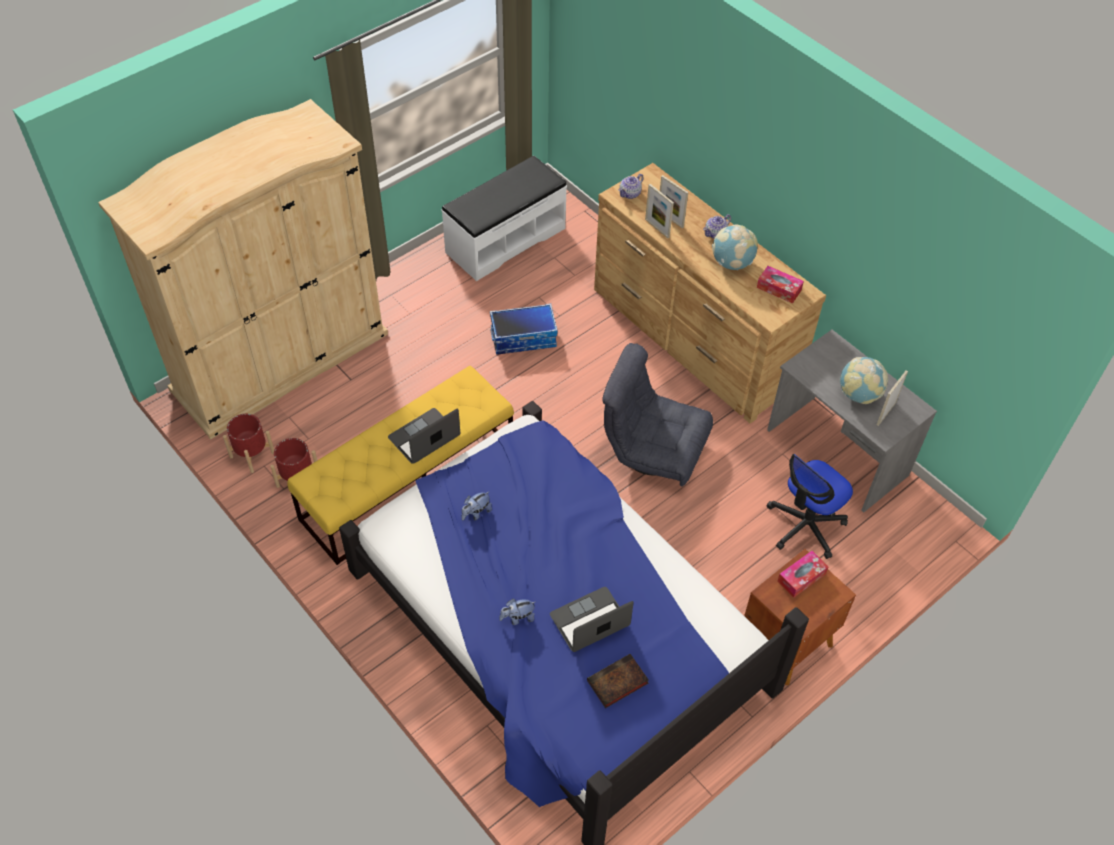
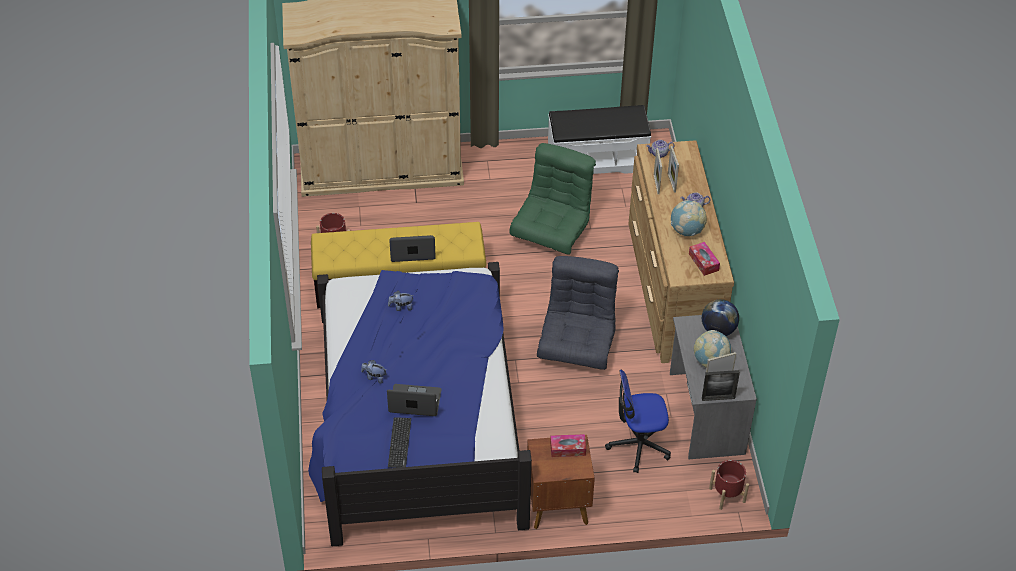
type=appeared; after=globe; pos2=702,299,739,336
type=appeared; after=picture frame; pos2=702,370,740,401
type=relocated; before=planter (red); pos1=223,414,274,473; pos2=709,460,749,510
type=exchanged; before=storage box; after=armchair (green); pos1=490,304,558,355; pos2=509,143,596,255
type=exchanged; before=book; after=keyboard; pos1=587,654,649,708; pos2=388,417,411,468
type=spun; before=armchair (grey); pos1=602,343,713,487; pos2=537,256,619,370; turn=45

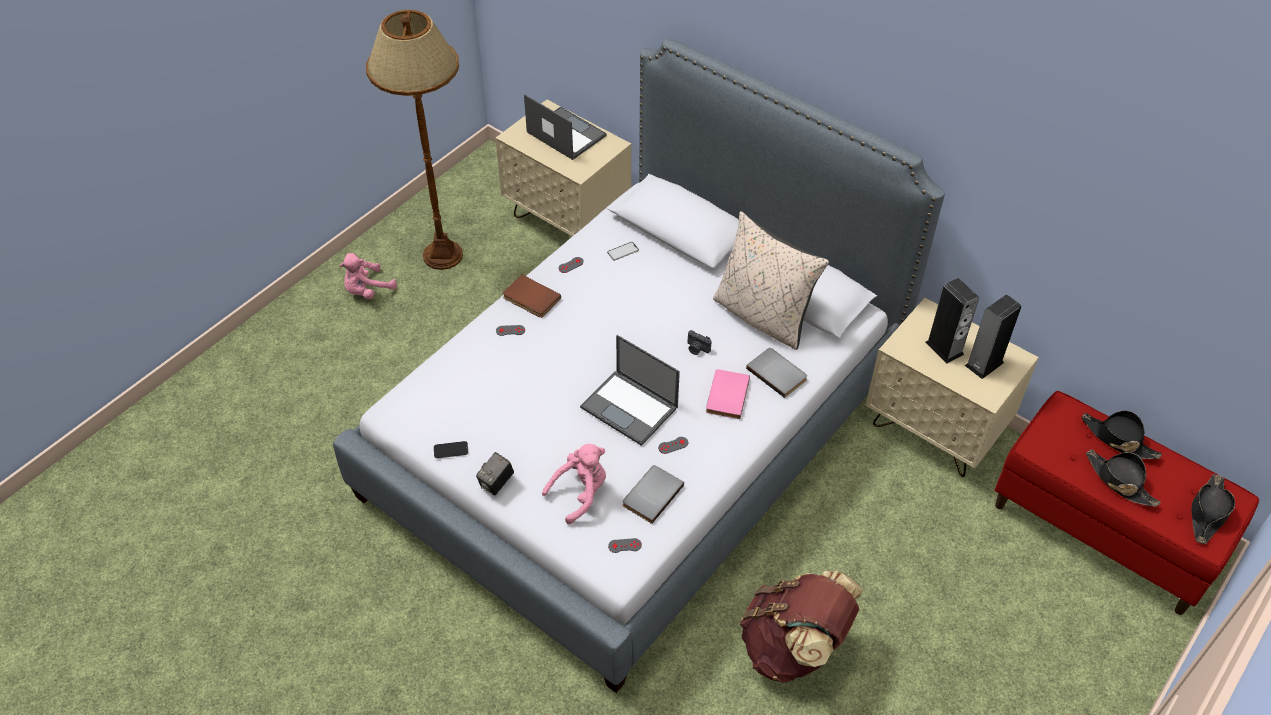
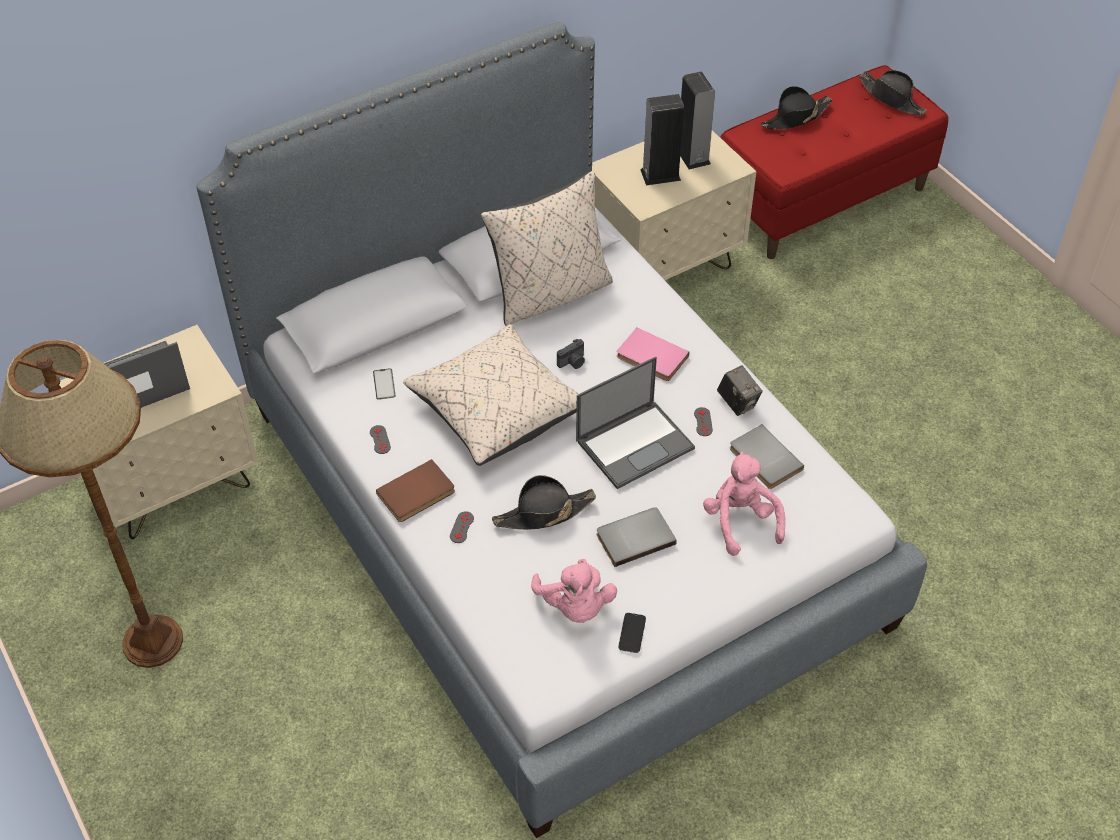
type=missing; before=game controller (grey); pos1=608,538,642,553
type=missing; before=backpack (brown); pos1=740,570,863,683
type=appeared; after=pillow (beige); pos2=403,324,579,466
type=relocated; before=plush toy (pink); pos1=339,253,397,299; pos2=531,559,617,623
type=relocated; before=photo camera; pos1=476,452,514,495; pos2=717,365,763,416
type=relocated; before=book (grey); pos1=746,348,807,398; pos2=597,507,677,567
type=relocated; before=hat (black); pos1=1086,449,1161,507; pos2=492,475,596,530

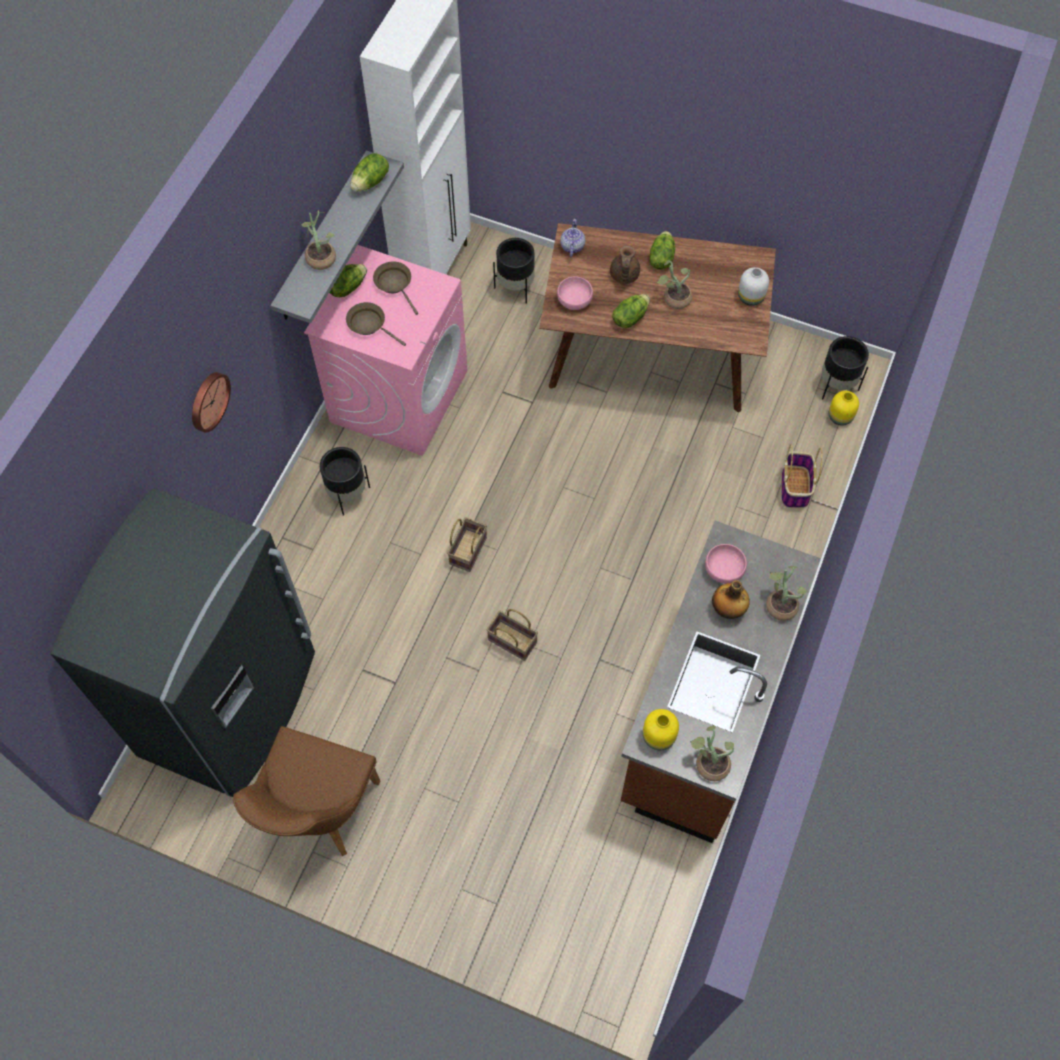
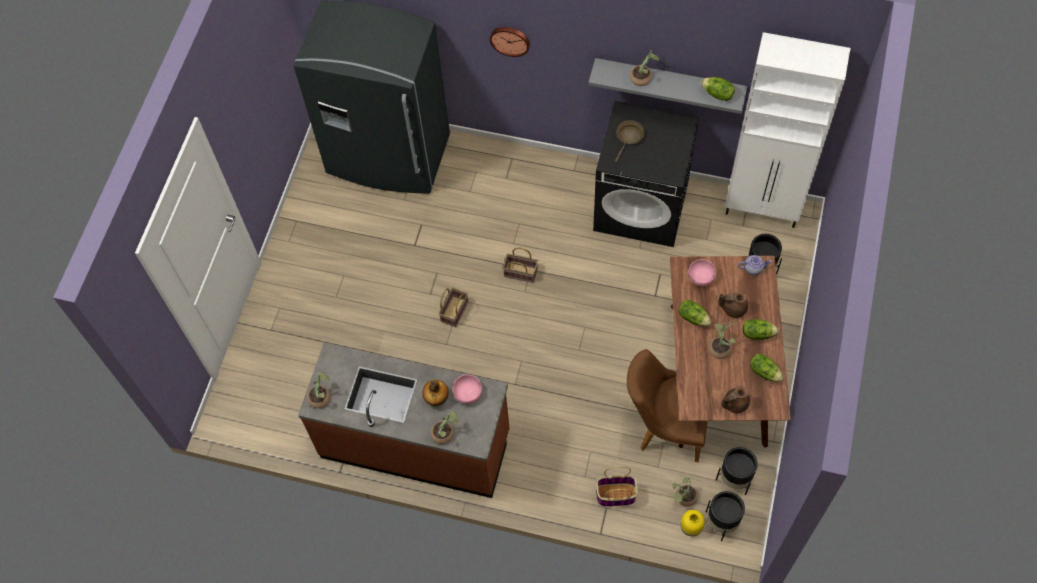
type=missing; before=frying pan (brown); pos1=373,261,418,315
type=missing; before=vase (yellow); pos1=643,709,679,750
type=appeared; after=potted plant; pos2=673,477,698,507
type=relocated; before=chair (brown); pos1=233,726,380,856; pos2=627,349,708,462
type=relocated; before=planter (black); pos1=320,447,370,515; pos2=716,447,758,495
type=relocated; before=lettuce; pos1=329,264,367,297; pos2=750,354,783,382
type=exchanged; before=vase (white); after=teapot (brown); pos1=738,267,769,306; pos2=721,386,750,414
type=colour; before=washing machine (pink); after=washing machine (black); pos1=304,245,468,456; pos2=593,101,699,247

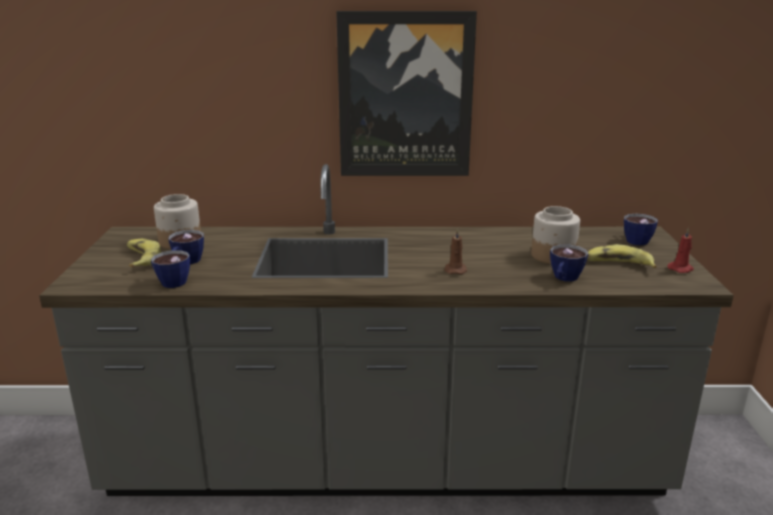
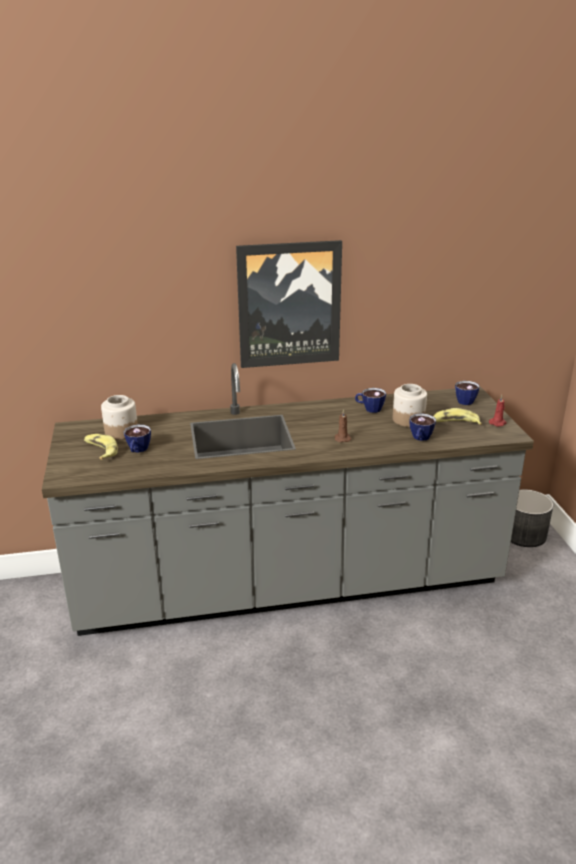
type=appeared; after=planter (grey); pos2=511,489,553,547
type=relocated; before=cup; pos1=151,250,190,288; pos2=355,388,386,413

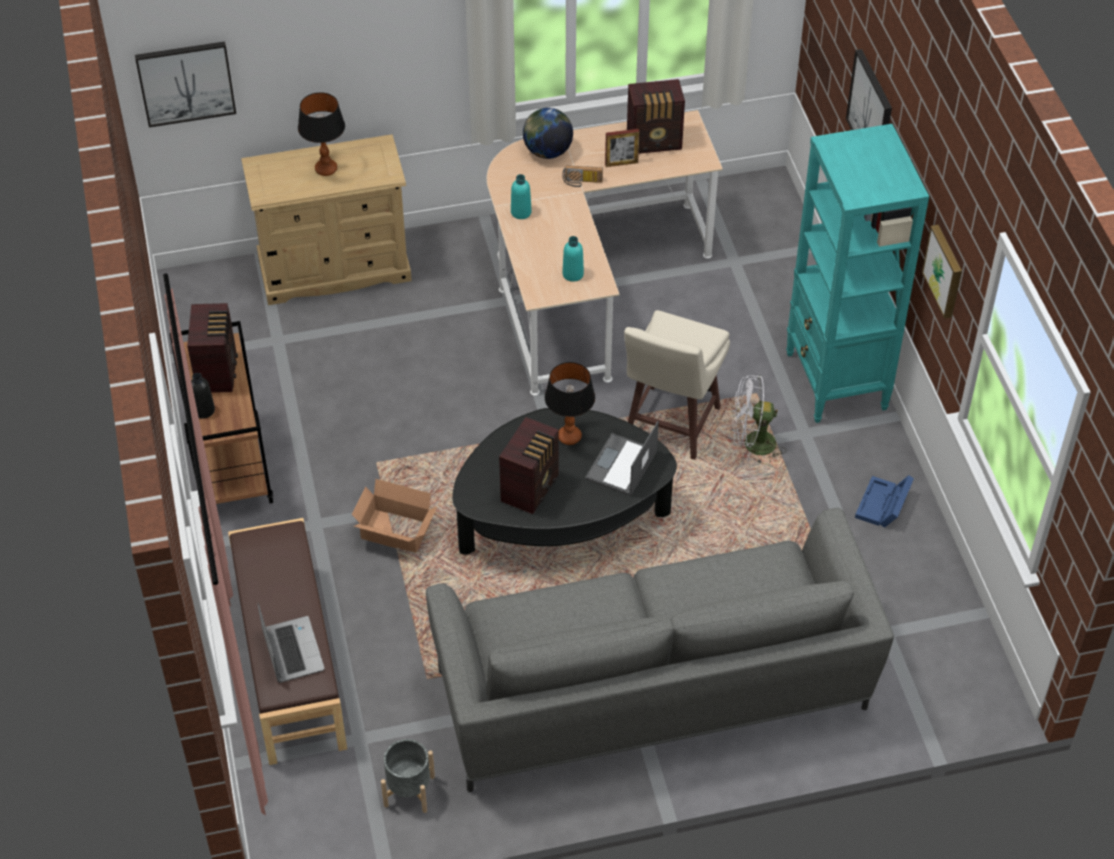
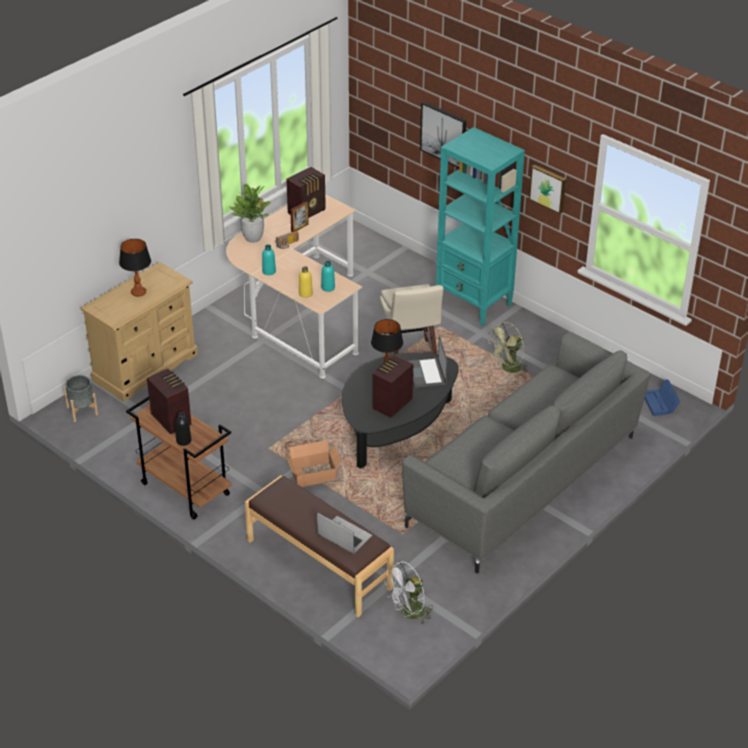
type=missing; before=picture; pos1=135,41,236,128
type=appeared; after=bottle (yellow); pos2=299,266,313,298
type=appeared; after=fan (green); pos2=488,322,528,376
type=relocated; before=planter (grey); pos1=381,739,435,813; pos2=63,375,98,422
type=relocated; before=fan (white); pos1=732,375,786,463; pos2=384,561,432,625
type=relocated; before=storage box (blue); pos1=855,475,914,528; pos2=644,379,680,416
type=exchanged; before=globe; after=potted plant; pos1=523,108,573,159; pos2=229,184,271,243
type=spun; before=radio; pos1=499,417,559,514; pos2=372,355,413,418; turn=-135

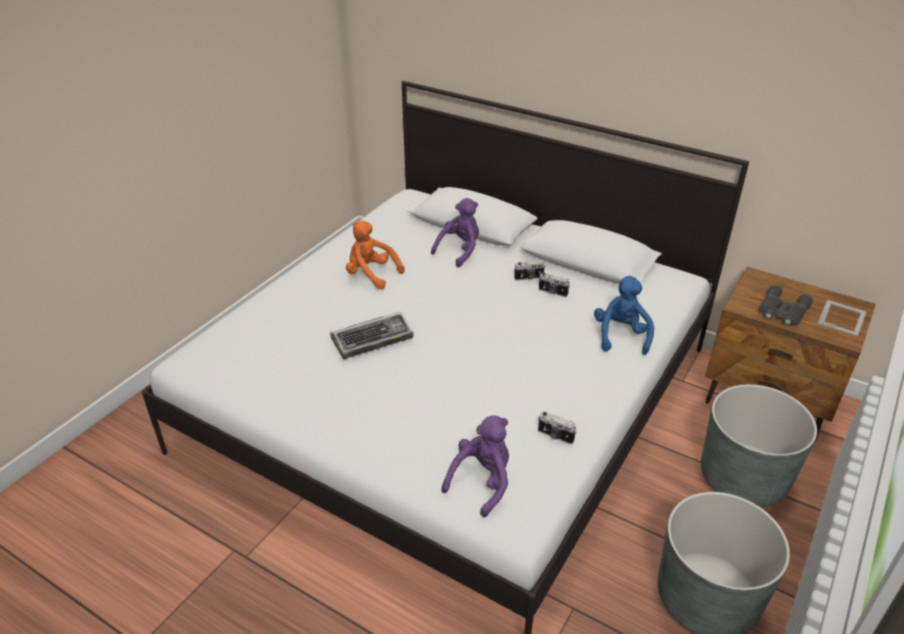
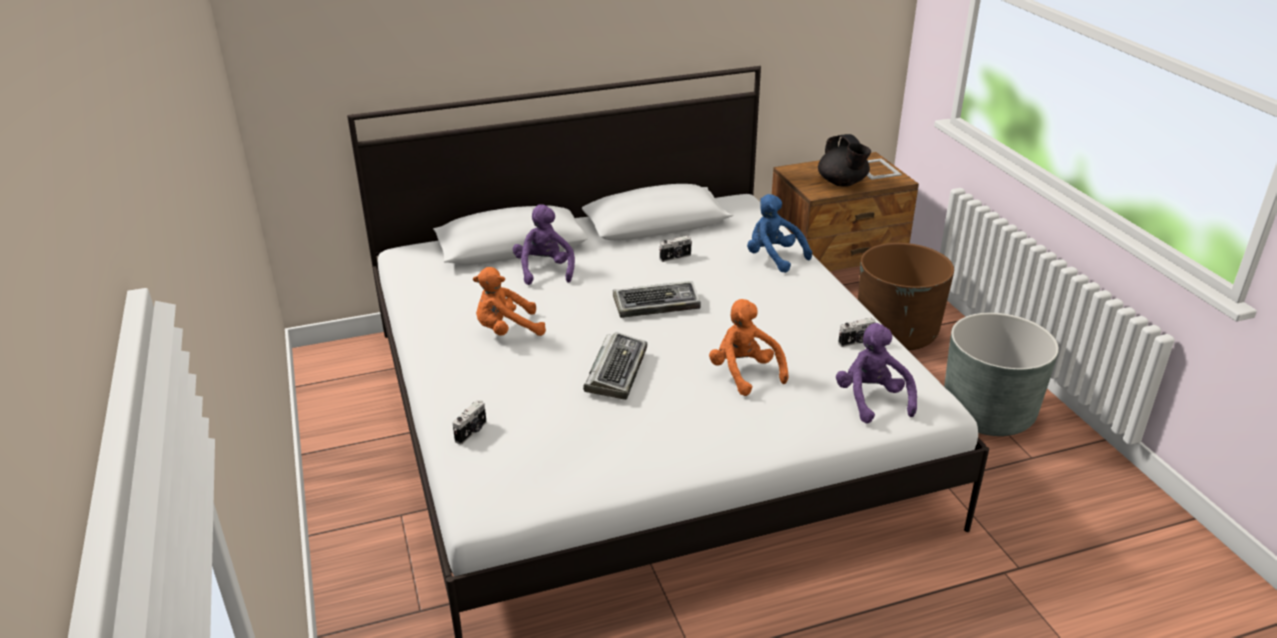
type=appeared; after=keyboard; pos2=613,281,701,318
type=appeared; after=plush toy (orange); pos2=709,299,788,396
type=relocated; before=photo camera; pos1=514,260,545,281; pos2=452,400,487,444
type=exchanged; before=binoculars (grey); after=teapot (black); pos1=759,284,813,326; pos2=818,134,871,187
type=colour; before=planter (grey); after=planter (brown); pos1=701,384,817,507; pos2=858,243,954,351

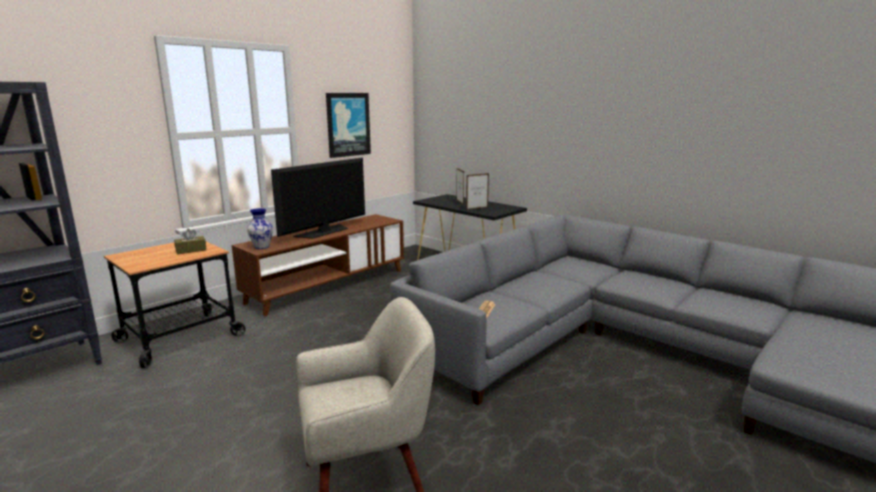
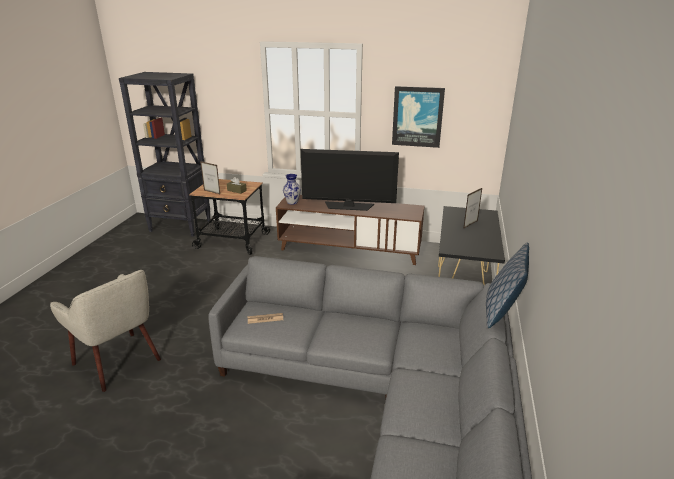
type=appeared; after=pillow; pos2=486,243,529,328
type=relocated; before=picture frame; pos1=466,173,489,210; pos2=200,161,220,194

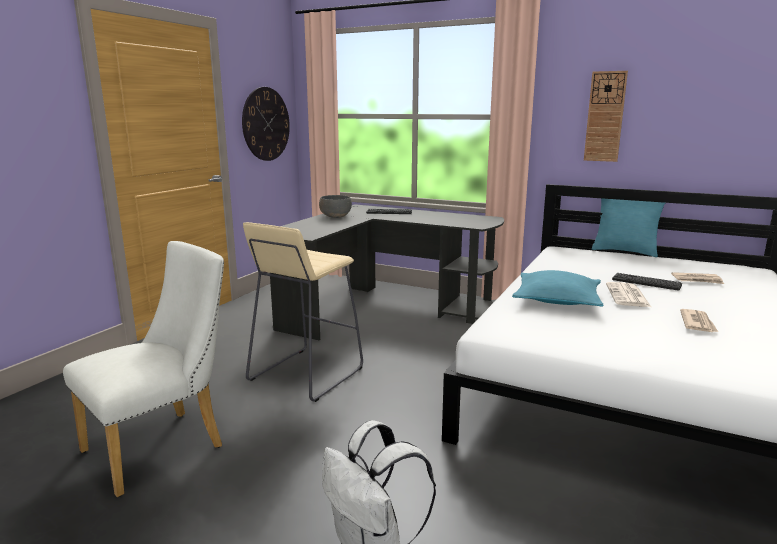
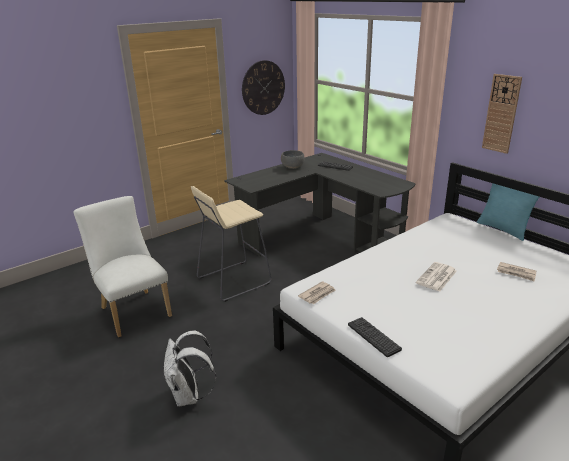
type=missing; before=pillow (turquoise); pos1=512,270,603,307
type=relocated; before=keyboard; pos1=612,273,682,291; pos2=348,317,402,357
type=relocated; before=newspaper; pos1=680,309,718,332; pos2=298,281,335,304
type=spun; before=chair (white); pos1=63,241,224,497; pos2=74,196,172,337; turn=-105

